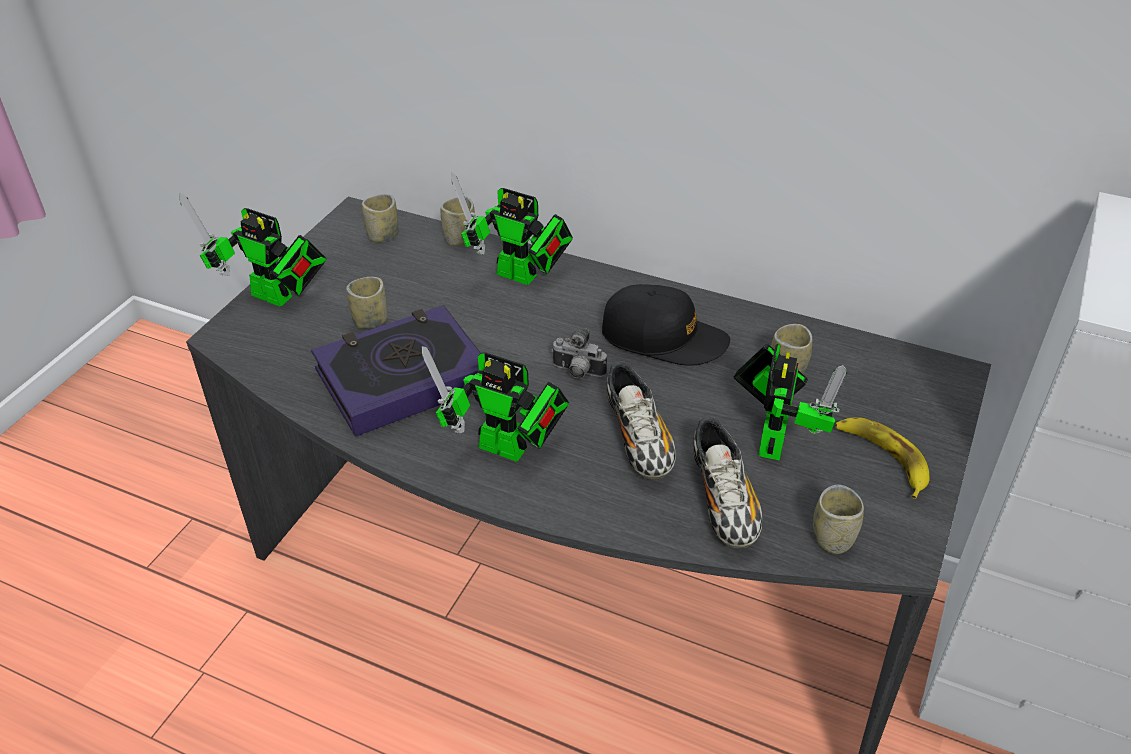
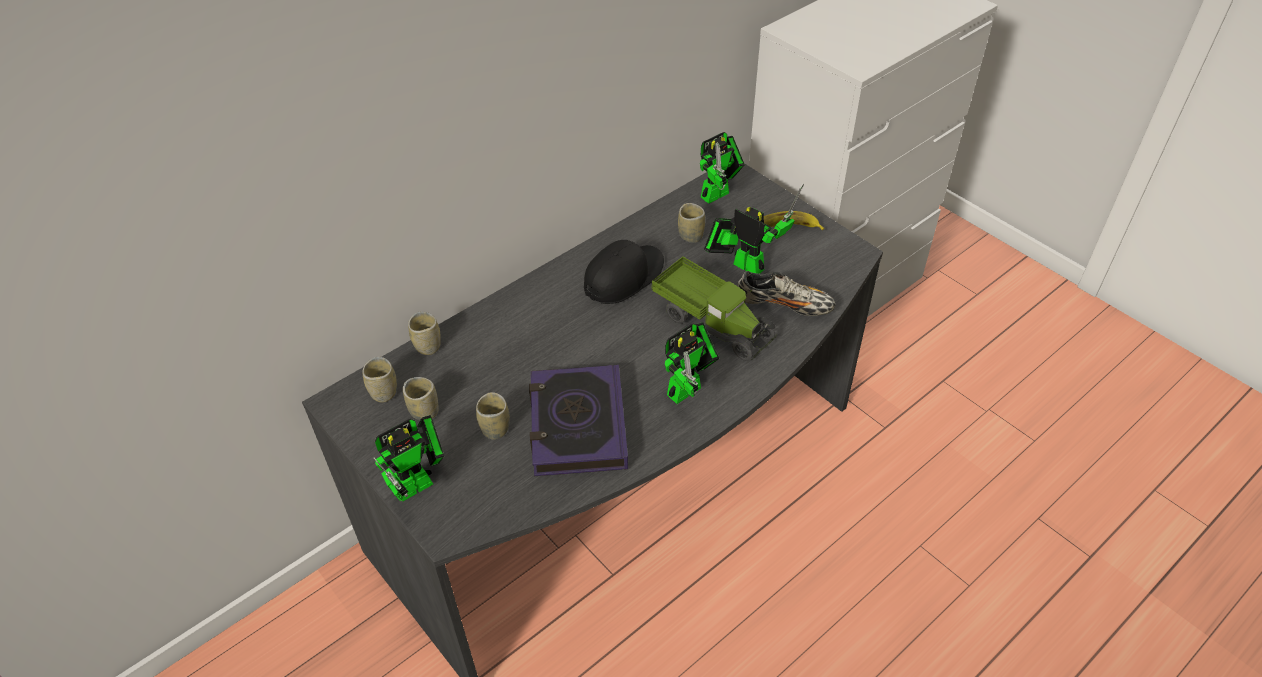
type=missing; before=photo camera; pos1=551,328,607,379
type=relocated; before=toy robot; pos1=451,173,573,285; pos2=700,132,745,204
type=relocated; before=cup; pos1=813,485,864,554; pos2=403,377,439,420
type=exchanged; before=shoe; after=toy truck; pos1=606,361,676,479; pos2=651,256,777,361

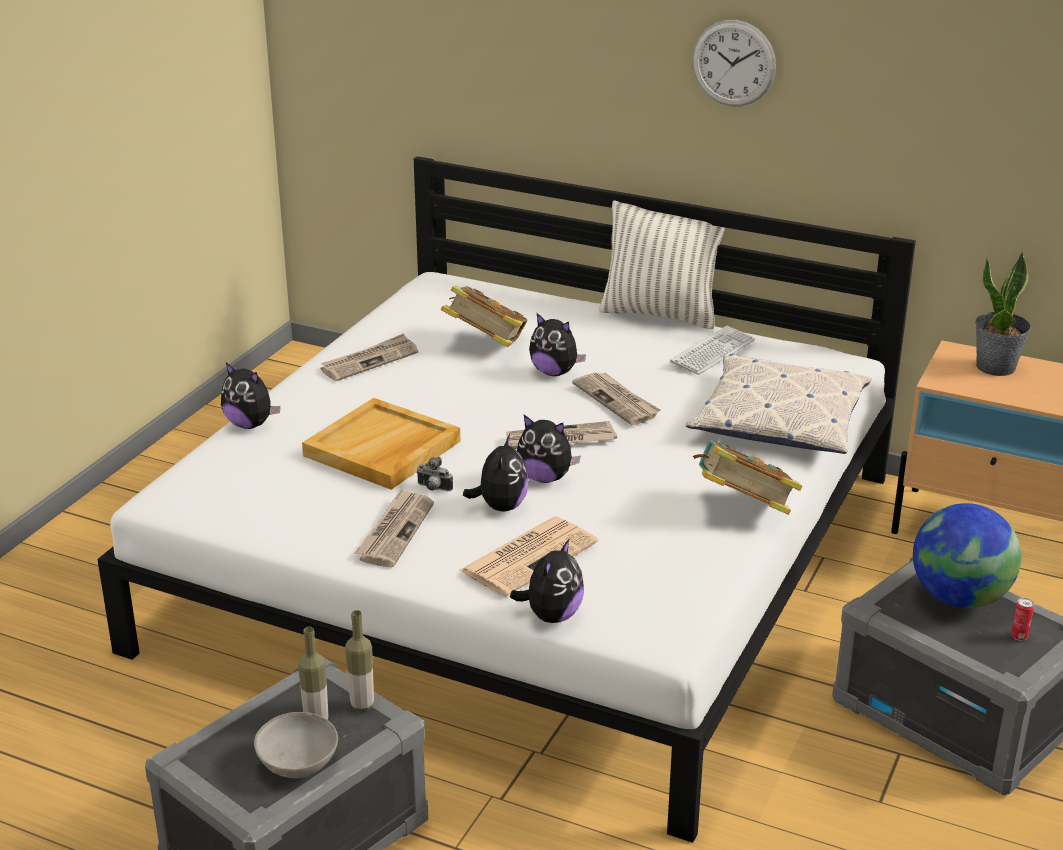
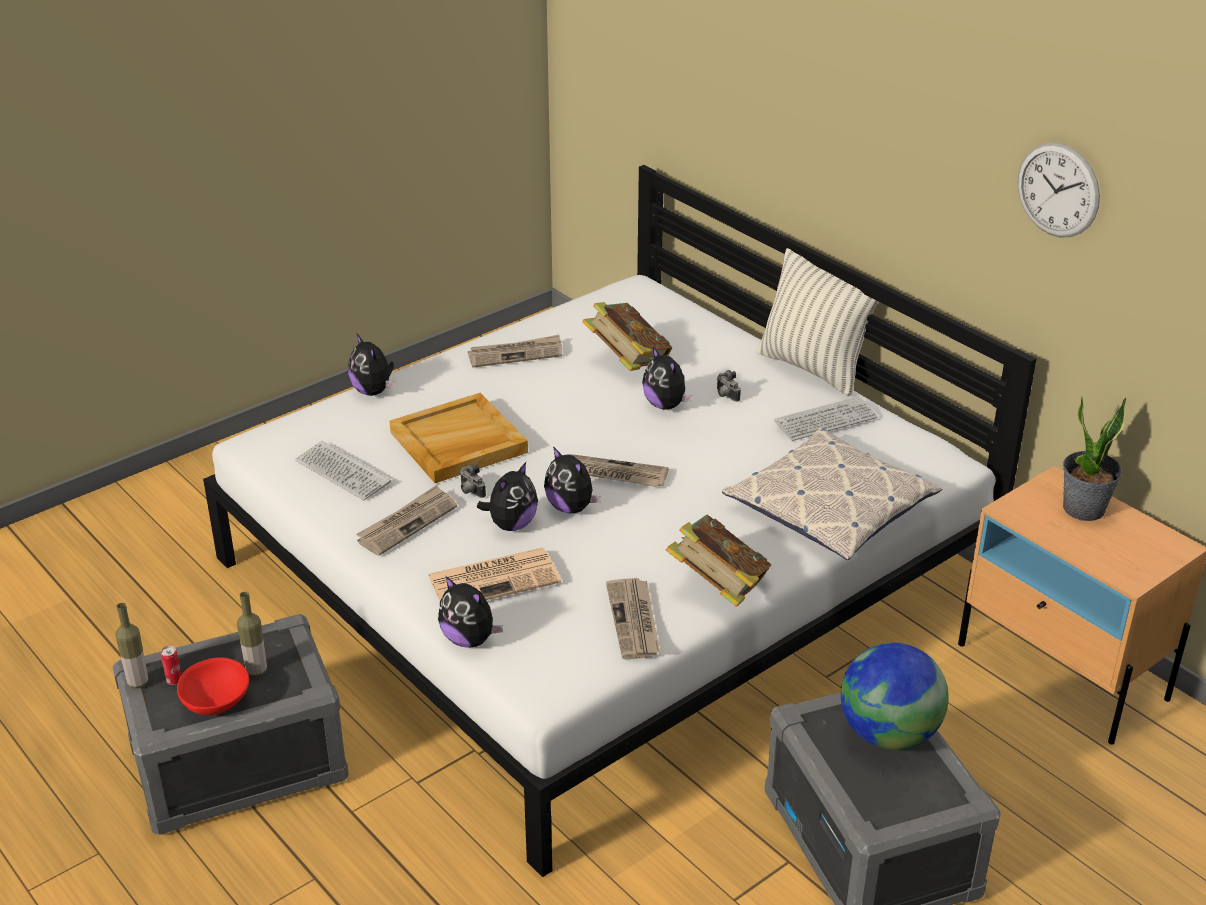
type=appeared; after=keyboard; pos2=295,441,391,500
type=appeared; after=photo camera; pos2=717,370,741,402
type=relocated; before=bottle; pos1=345,610,374,711; pos2=115,603,148,689
type=relocated; before=newspaper; pos1=572,372,660,425; pos2=606,578,660,659
type=relocated; before=wall clock; pos1=692,20,776,106; pos2=1018,142,1100,237
type=relocated; before=can; pos1=1011,598,1034,641; pos2=161,646,181,685
type=colour; before=bowl (grey); after=bowl (red); pos1=254,712,338,778; pos2=177,657,249,715
type=spun; before=plush toy; pos1=510,538,584,623; pos2=438,576,503,648; turn=75

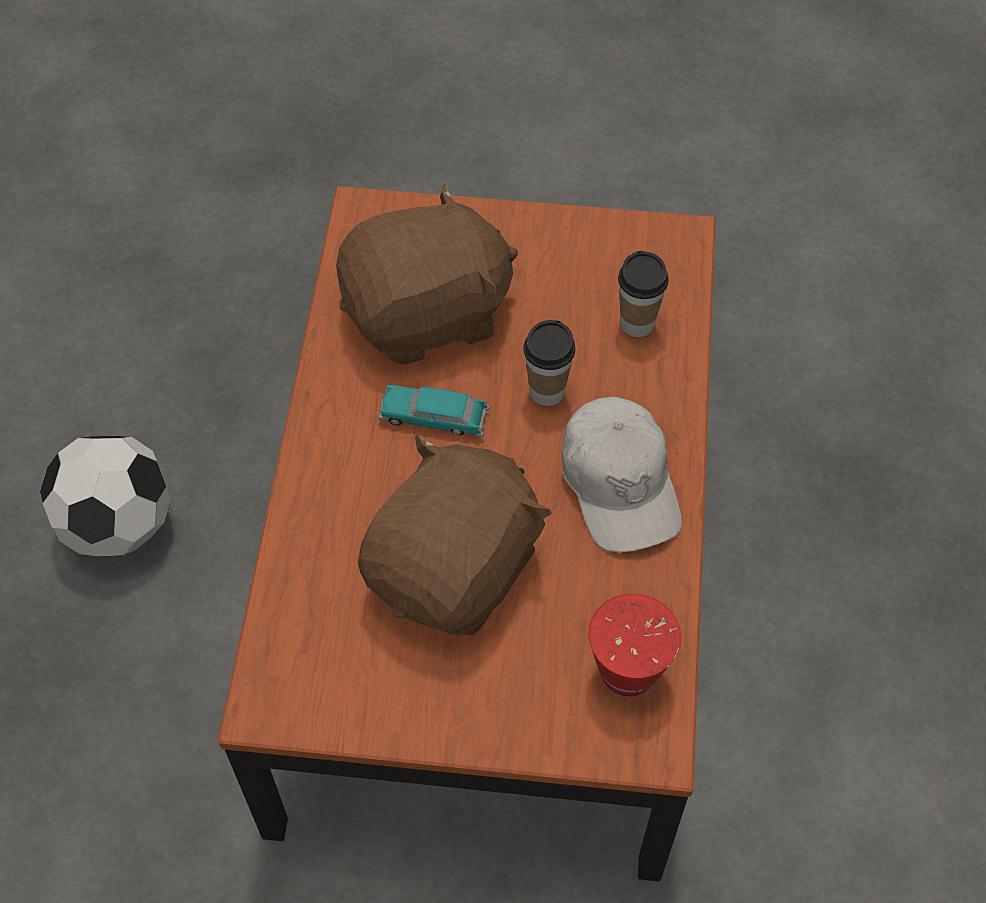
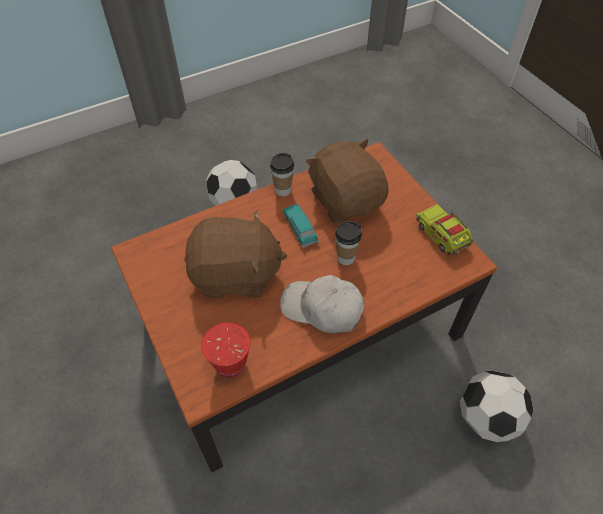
type=appeared; after=toy truck; pos2=416,204,473,256
type=appeared; after=football; pos2=459,371,533,442
type=relocated; before=cup; pos1=618,251,669,337; pos2=270,153,294,196
type=spun; before=plush toy (brown); pos1=336,184,518,365; pos2=305,139,389,222; turn=-150
type=spun; before=cap (white); pos1=562,397,682,552; pos2=280,275,365,333; turn=75

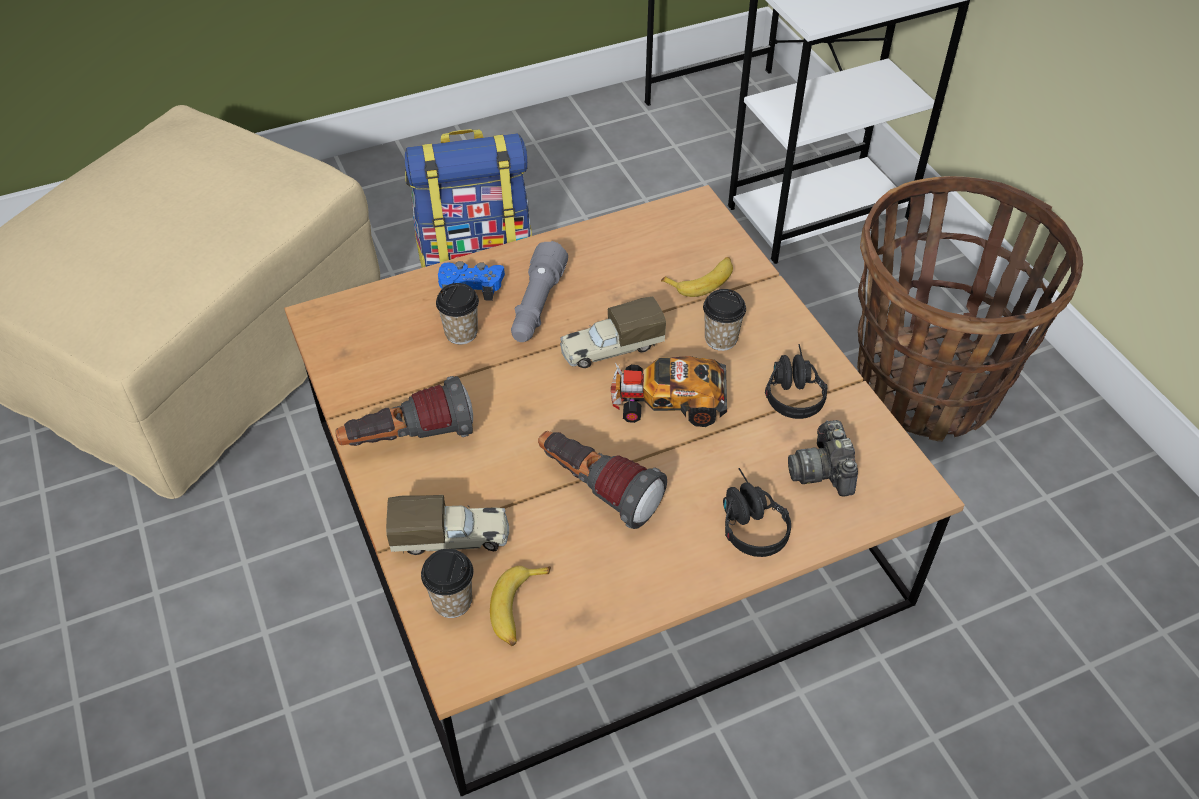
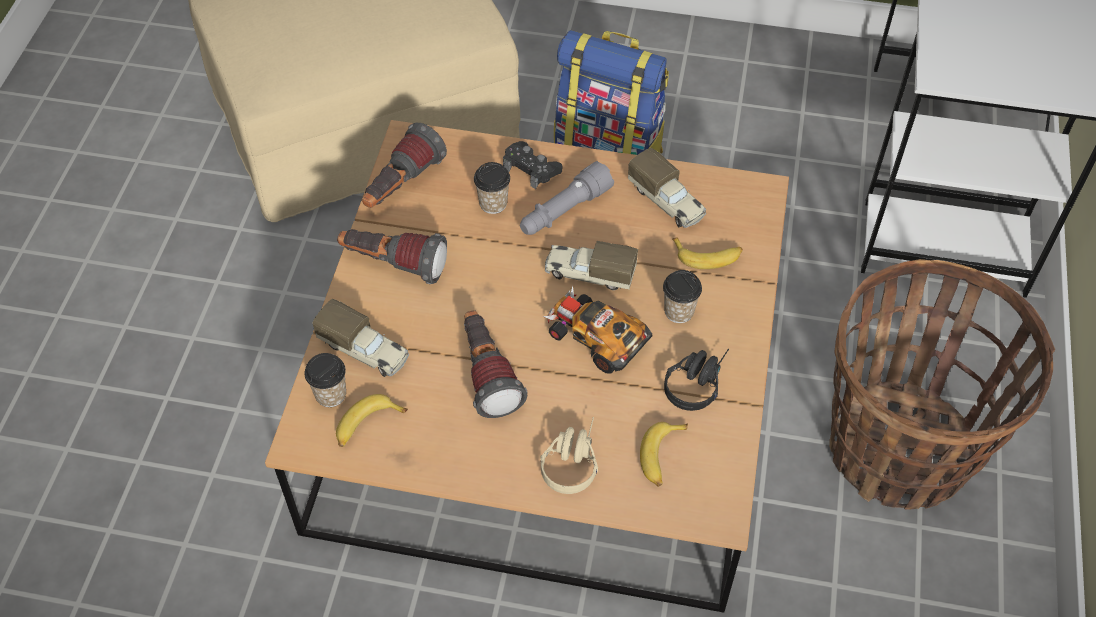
type=appeared; after=flashlight; pos2=362,123,447,208
type=appeared; after=toy truck; pos2=628,148,706,228
type=exchanged; before=photo camera; after=banana; pos1=788,420,858,497; pos2=640,422,688,487
type=colour; before=game controller (blue); after=game controller (black); pos1=438,261,505,301; pos2=503,141,562,189
type=colour; before=headphones (black); after=headphones (beige); pos1=723,468,791,557; pos2=540,417,598,494

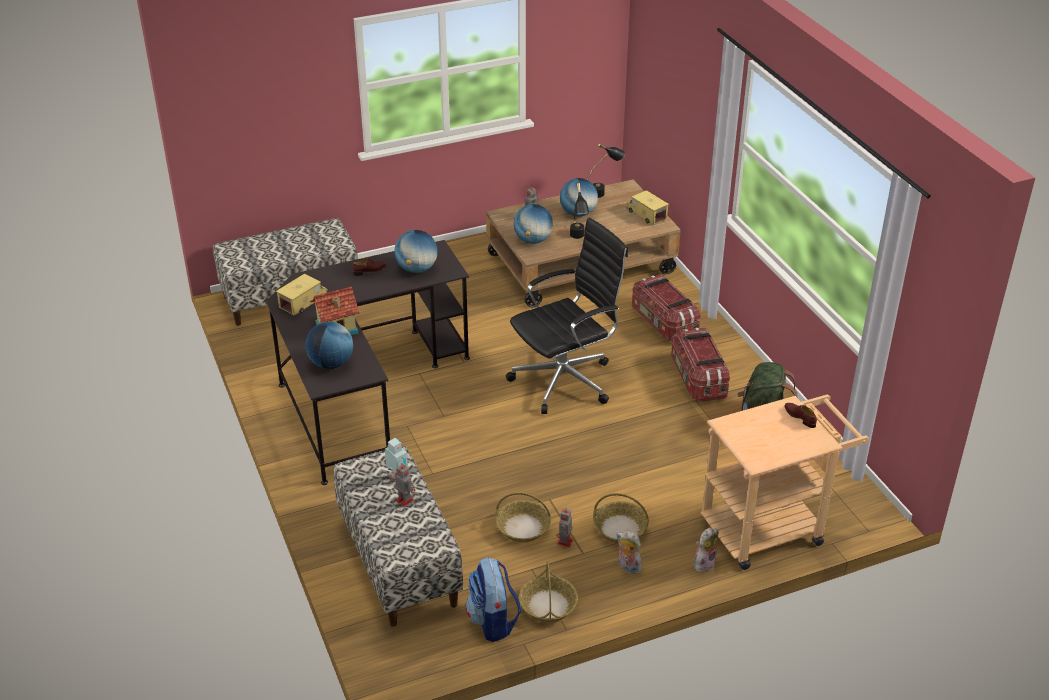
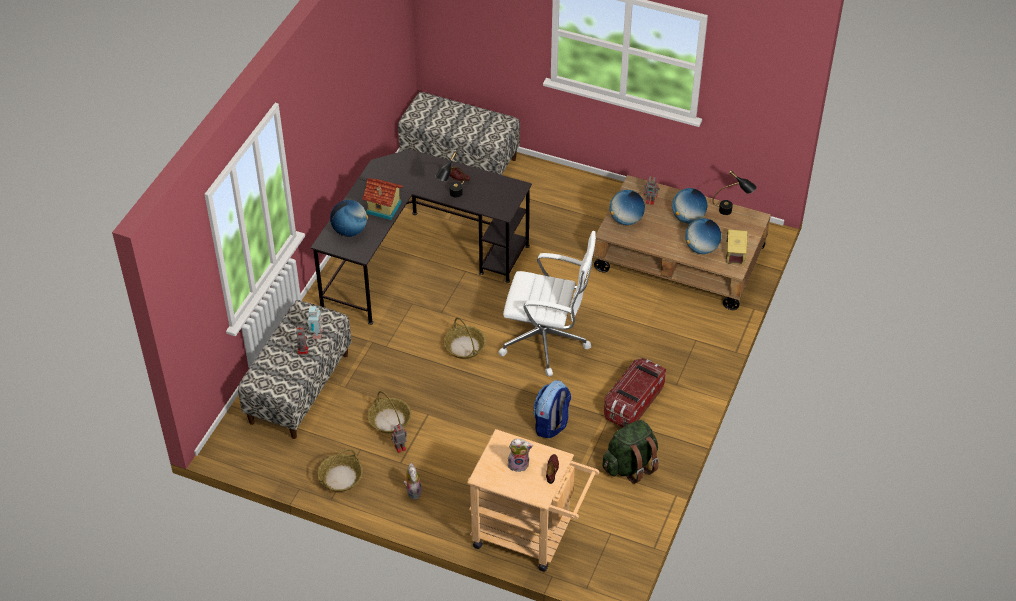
type=missing; before=toy truck; pos1=276,274,328,316
type=missing; before=storage box; pos1=632,274,701,341
type=relocated; before=globe; pos1=394,230,437,273; pos2=685,218,721,254
type=relocated; before=backpack; pos1=466,557,521,642; pos2=533,380,571,438
type=relocated; before=table lamp (black); pos1=570,183,589,239; pos2=435,152,465,198
type=relocated; before=basket; pos1=593,493,649,543; pos2=443,317,486,359
type=relocated; before=plush toy; pos1=694,527,718,573; pos2=508,439,533,472
type=colour; before=office chair (black); after=office chair (white); pos1=506,218,628,414; pos2=498,231,596,377

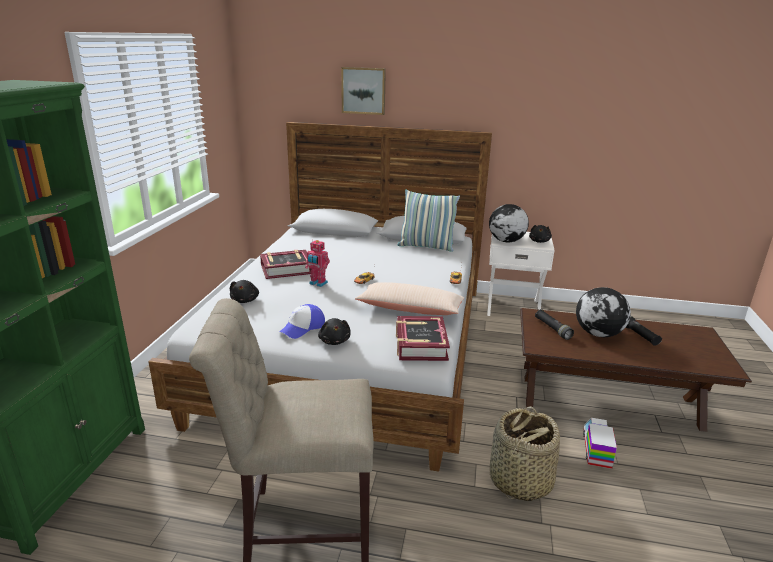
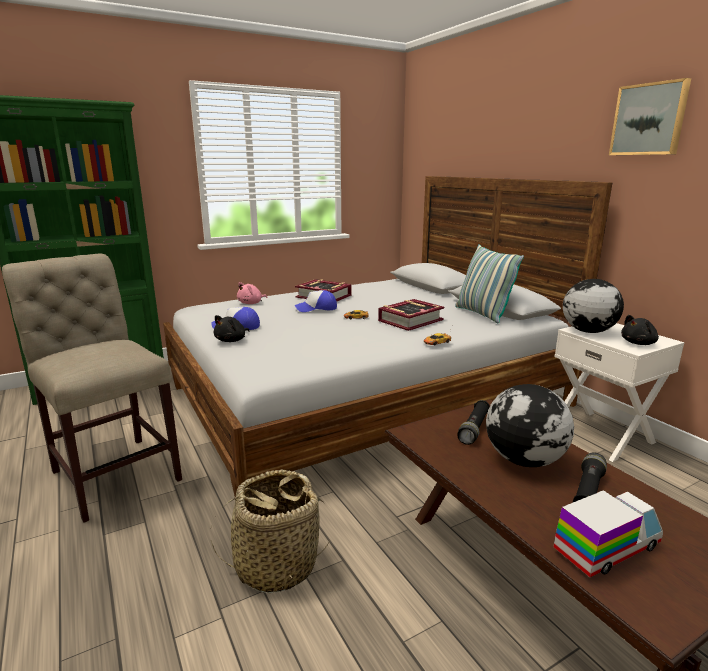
type=missing; before=pillow (beige); pos1=355,282,464,315
type=relocated; before=picture; pos1=341,67,386,115; pos2=609,78,691,155
type=relocated; before=book; pos1=396,316,450,361; pos2=378,299,444,331
type=relocated; before=toy truck; pos1=583,418,617,469; pos2=553,490,663,577
type=exchanged; before=toy robot; after=cap; pos1=305,240,330,287; pos2=294,290,337,312
type=colour; before=plush toy (black); after=plush toy (pink); pos1=230,280,259,303; pos2=237,282,268,304

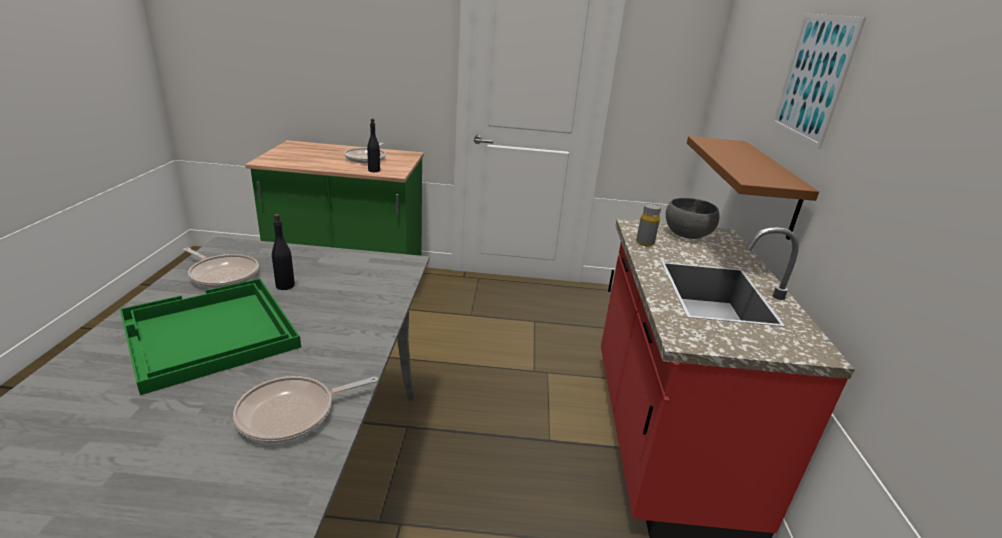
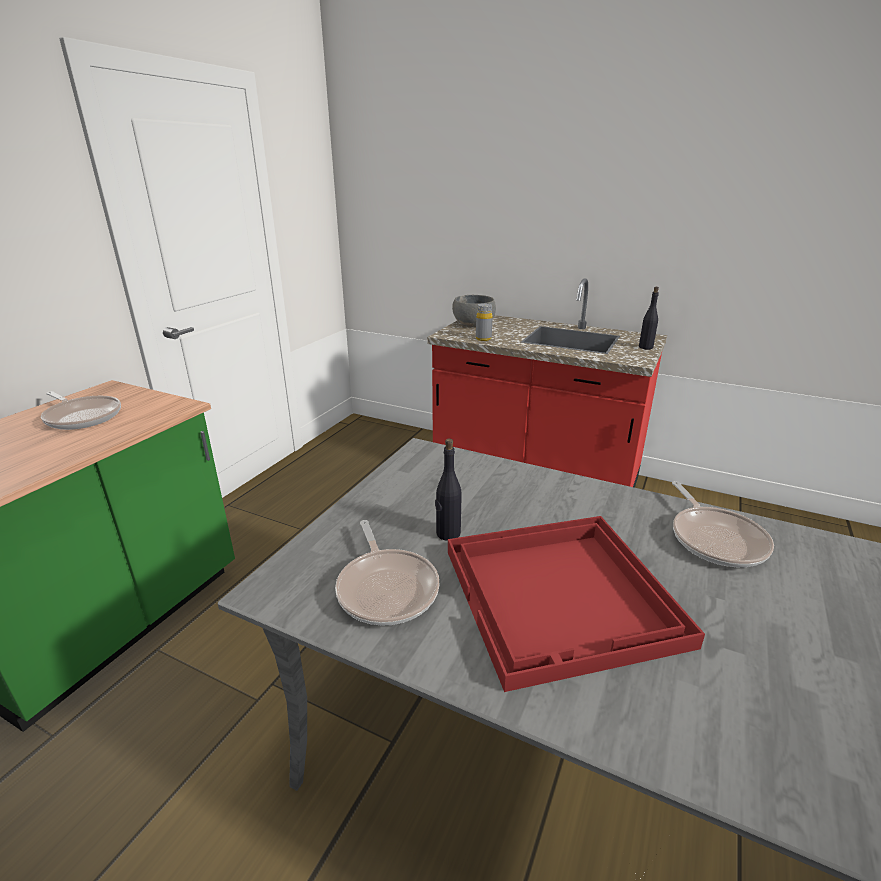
type=missing; before=shelf (brown); pos1=687,136,819,240
type=missing; before=picture; pos1=772,14,867,149
type=relocated; before=bottle (black); pos1=367,119,380,172; pos2=639,287,659,349
type=colour; before=tray (green); after=tray (red); pos1=120,278,301,395; pos2=448,516,705,692
type=spun; before=frying pan; pos1=183,248,259,288; pos2=335,520,440,626; turn=105

